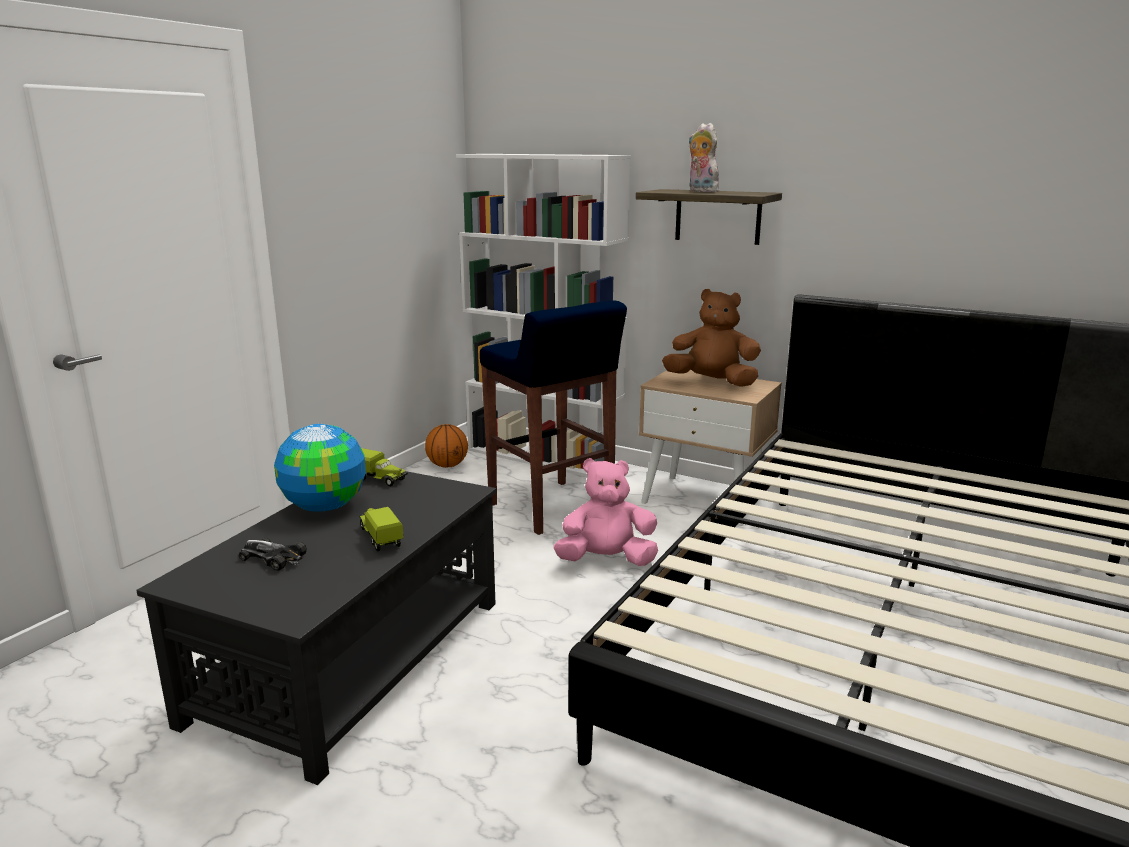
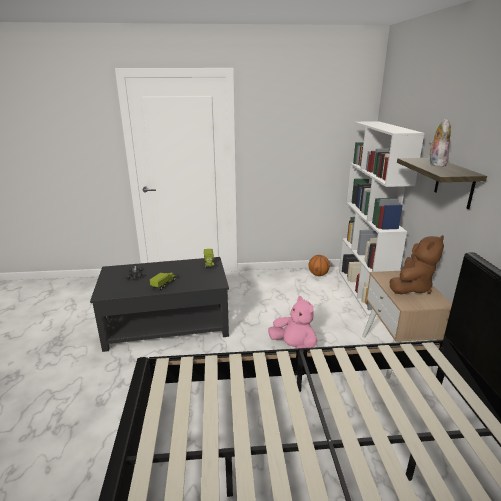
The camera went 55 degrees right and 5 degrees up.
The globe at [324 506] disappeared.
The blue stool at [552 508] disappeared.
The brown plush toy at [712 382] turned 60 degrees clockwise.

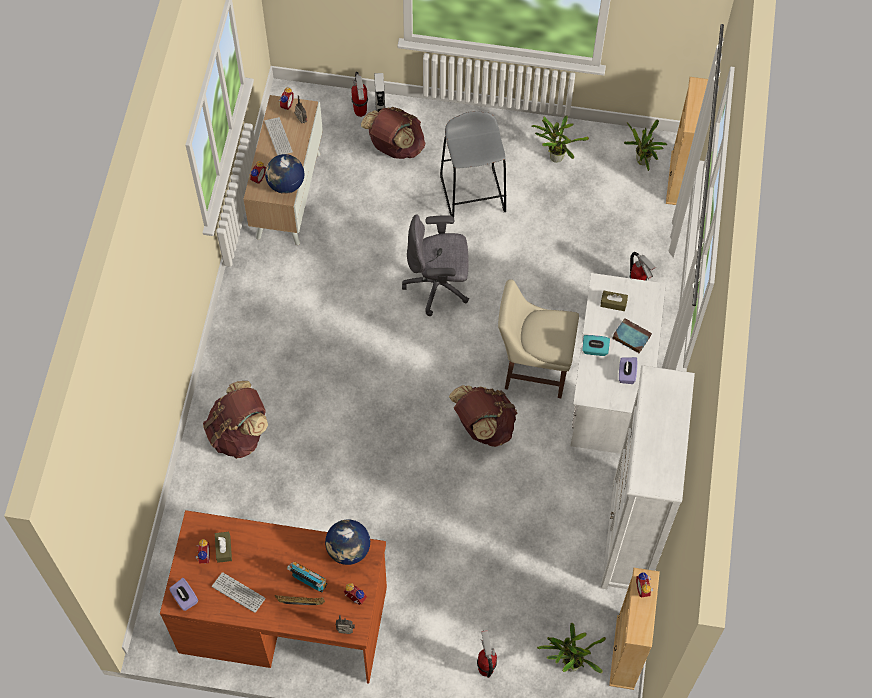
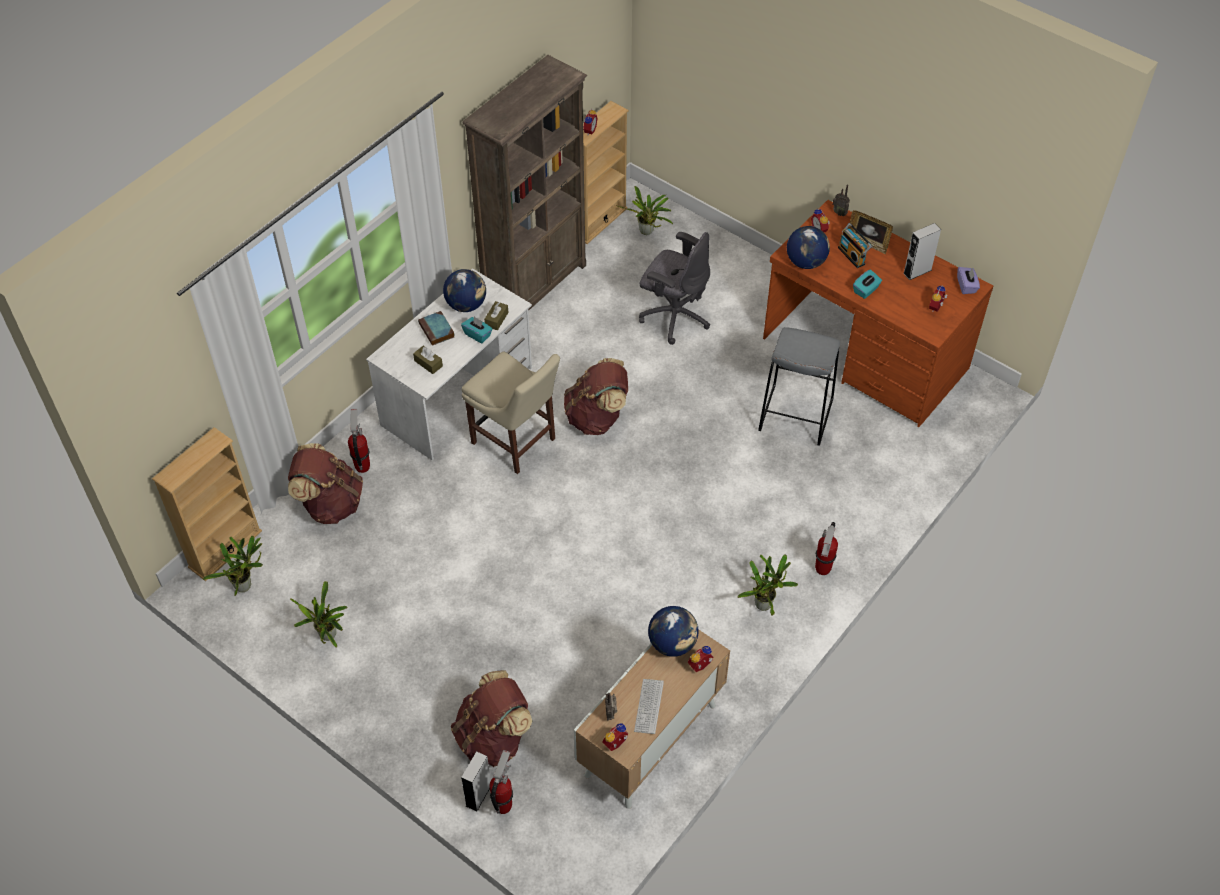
The camera went 150 degrees left and 10 degrees down.
The potted plant at [765 603] appeared.
The turquoise tissue box at [866 290] appeared.
The brown backpack moved from [239 434] to [330 503].
The brown tissue box moved from [223 549] to [496 319].
The grey office chair moved from [438 286] to [674 316].
The grey stool moved from [473 193] to [795 415].
The fire extinguisher moved from [485 669] to [822 569].
The keyboard at [238 592] was replaced by the grey speaker at [917 271].
The purple tissue box at [626 374] was replaced by the globe at [466 305].
The white bookcase at [629 538] became the brown bookcase at [536 286].

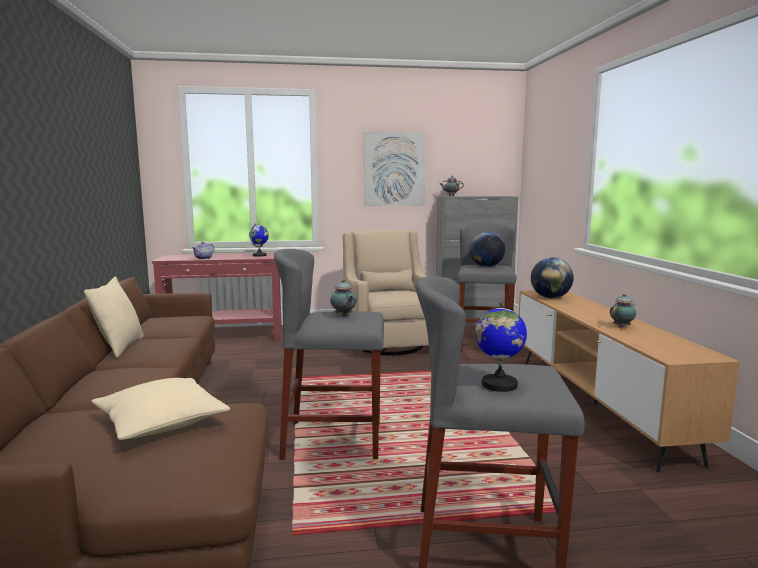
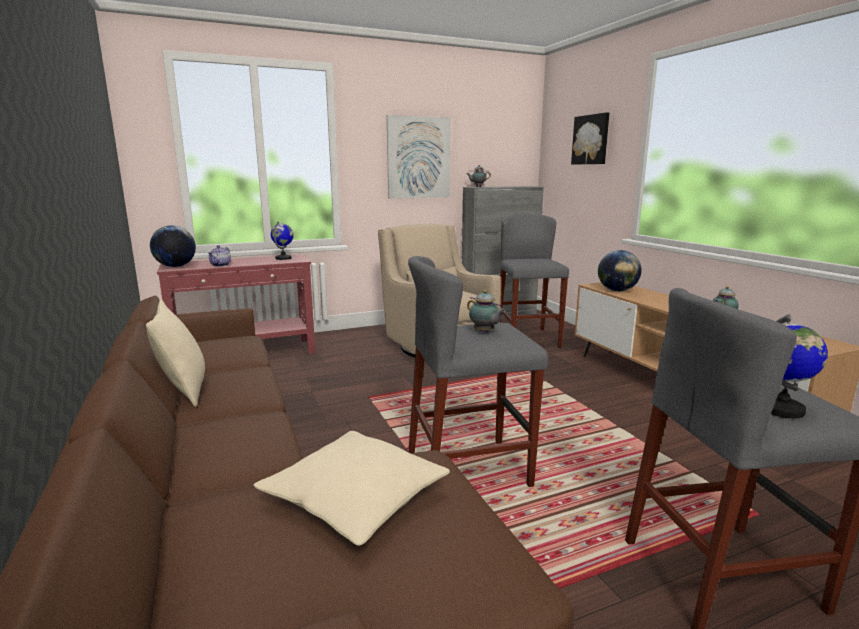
The camera went 15 degrees left and 5 degrees up.
The picture at [591 139] appeared.
The globe moved from [486 266] to [175 266].

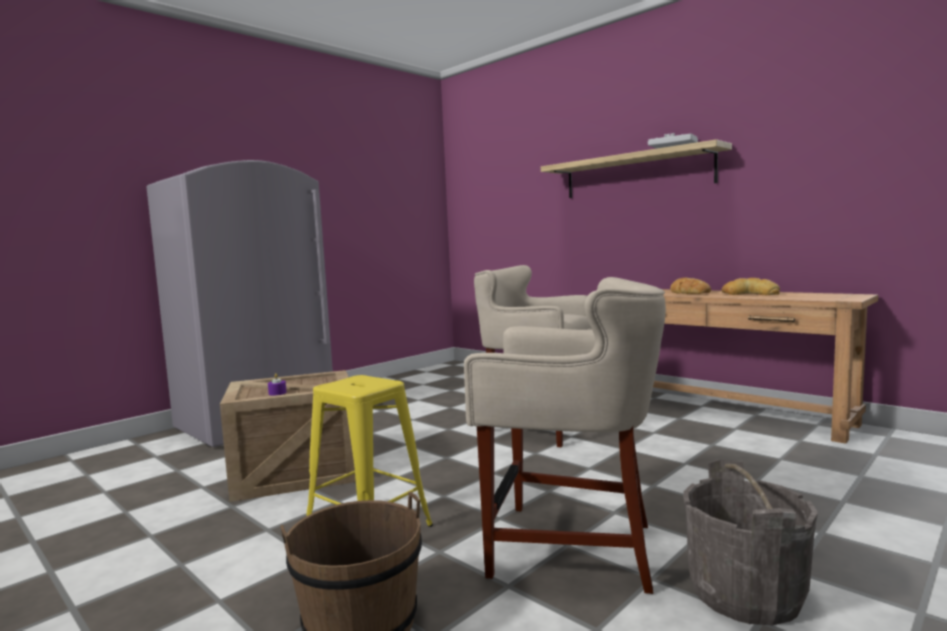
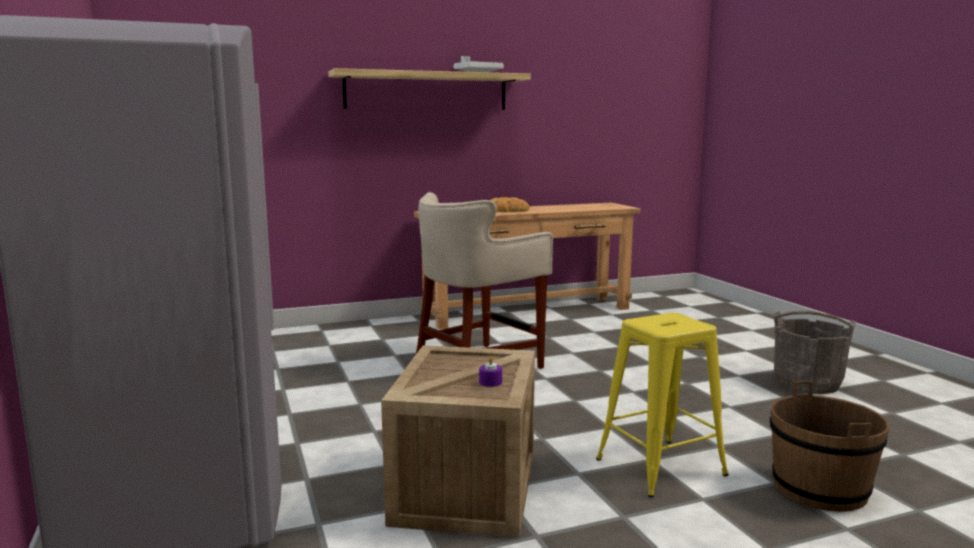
The camera went 65 degrees left and 5 degrees up.
The beige stool at [570 547] disappeared.
The bread at [750 294] disappeared.

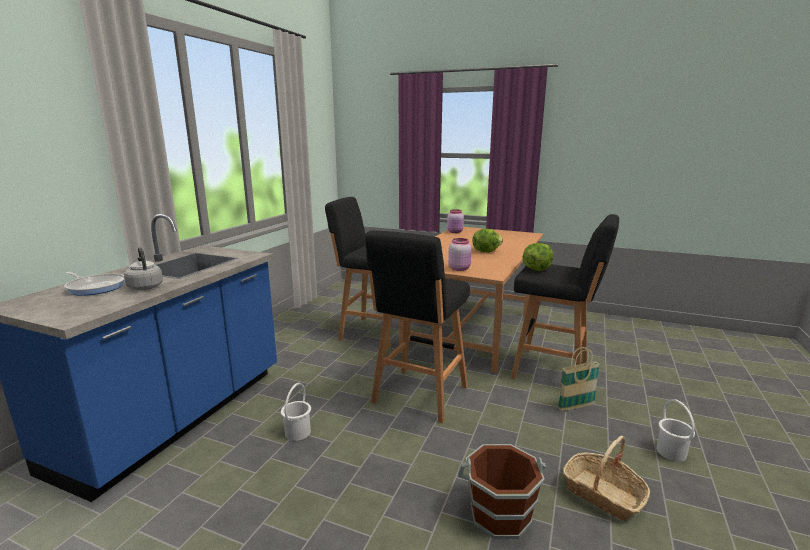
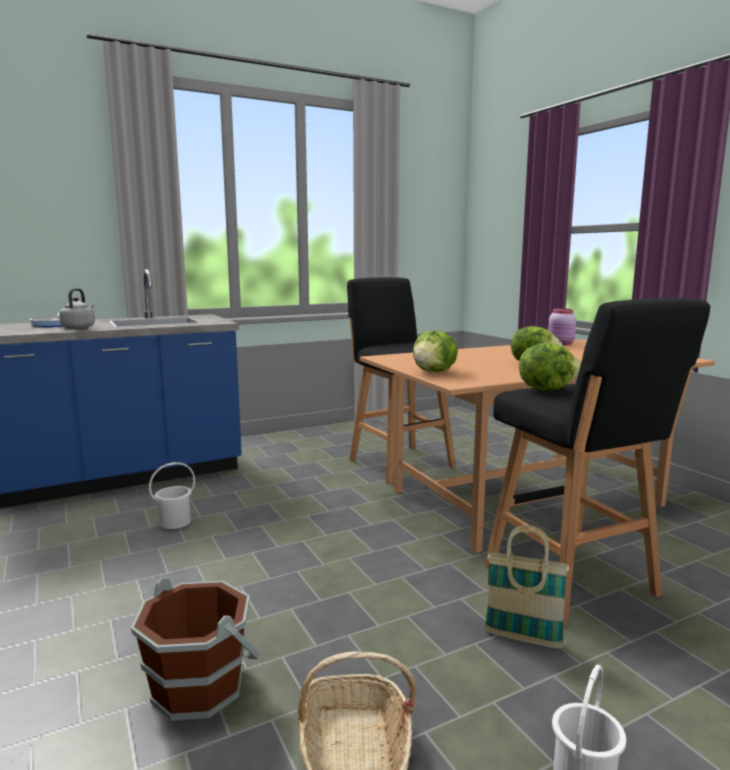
The camera went 40 degrees right and 5 degrees down.
The black stool at [419 396] disappeared.
The pink jar at [459 268] was replaced by the lettuce at [434 371].

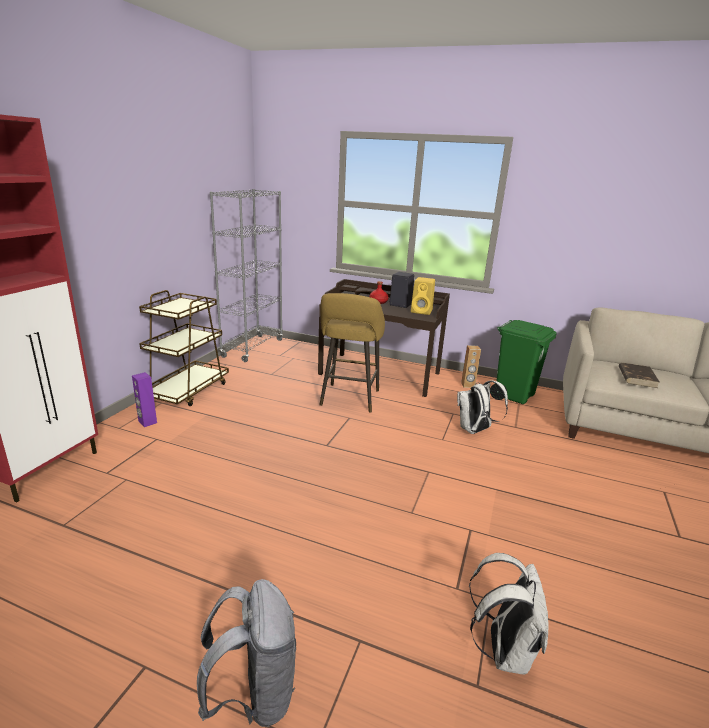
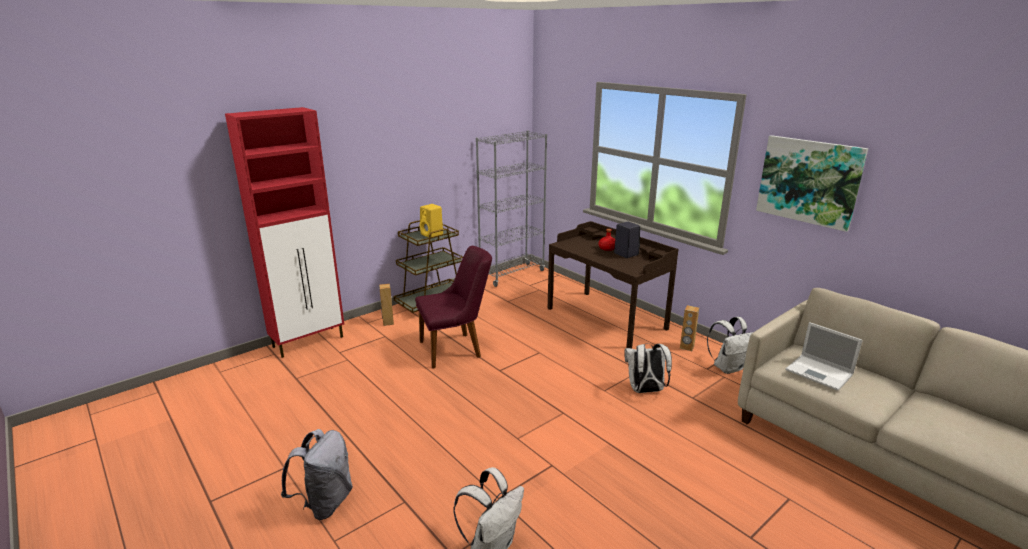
The camera went 30 degrees right and 0 degrees up.
The yellow stool at [349 399] disappeared.
The purple chair at [456 348] appeared.
The picture at [809 181] appeared.
The yellow speaker moved from [422 311] to [432 235].
The green trash can at [513 395] was replaced by the white backpack at [728 367].
The brown book at [637 377] was replaced by the laptop at [820 373].
The purple speaker at [147 422] became the brown speaker at [388 322].

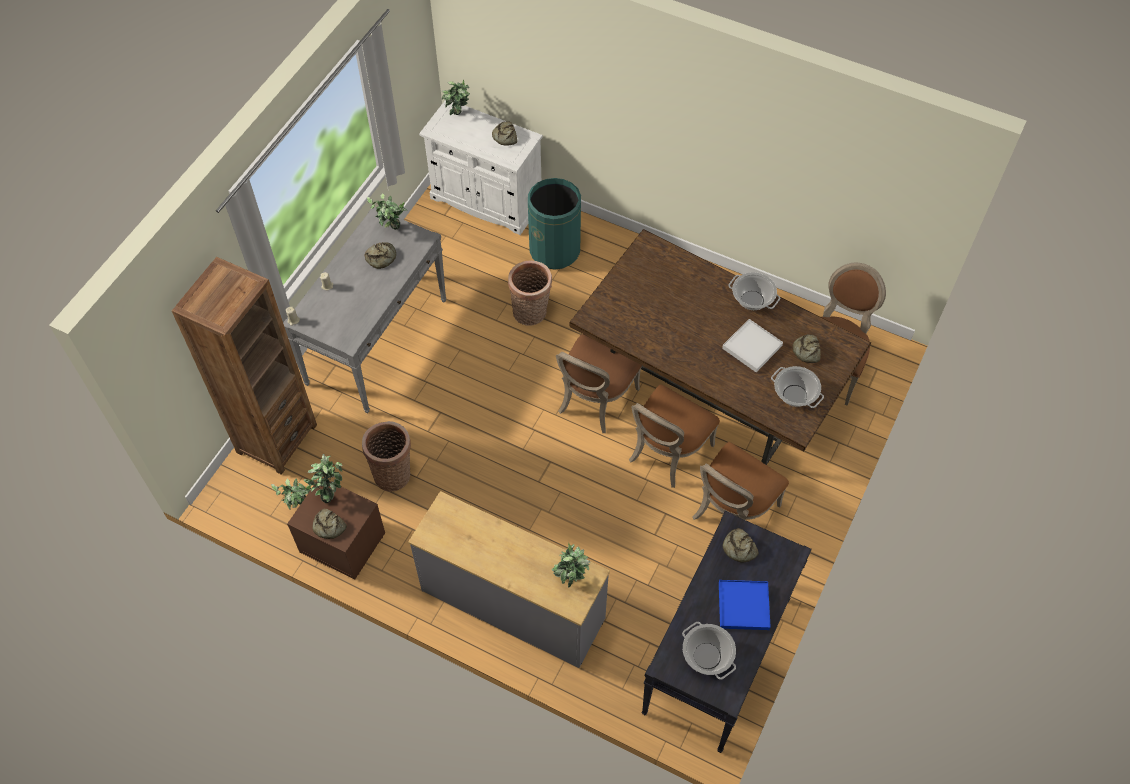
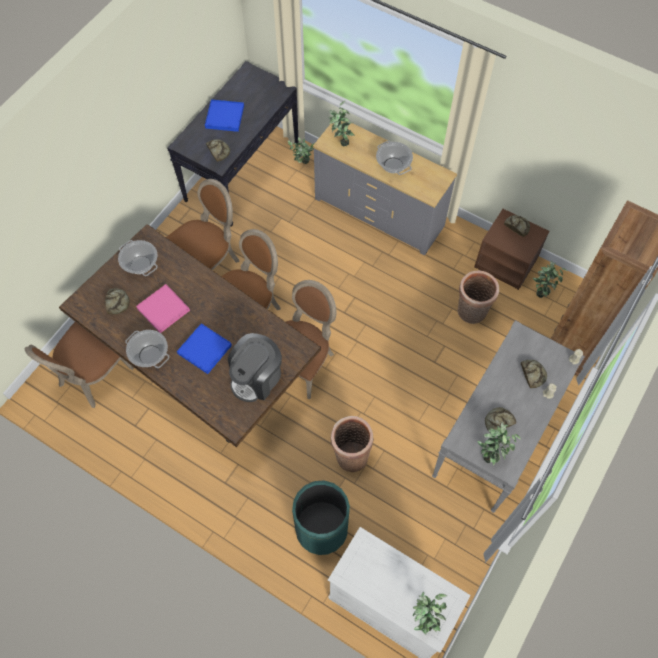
The camera went 175 degrees left and 5 degrees up.
The blue tray at [205 349] appeared.
The coffee machine at [256 378] appeared.
The potted plant moved from [330 493] to [302 165].
The bread moved from [505 136] to [532 374].
The cooking pot moved from [707 656] to [393 165].
The white tray at [752 347] became the pink tray at [163 310].

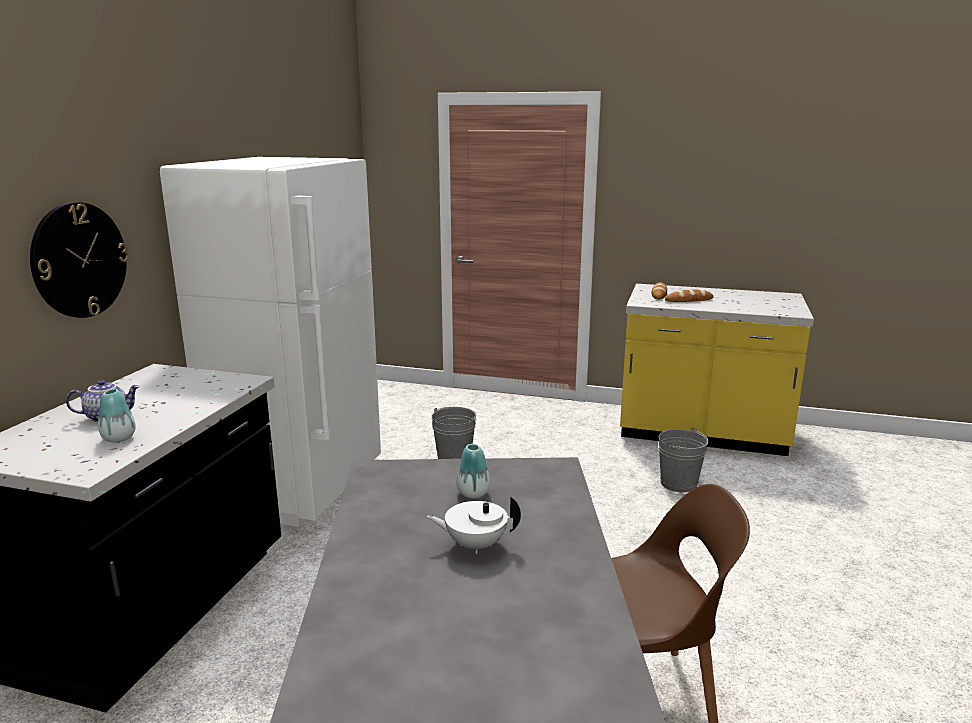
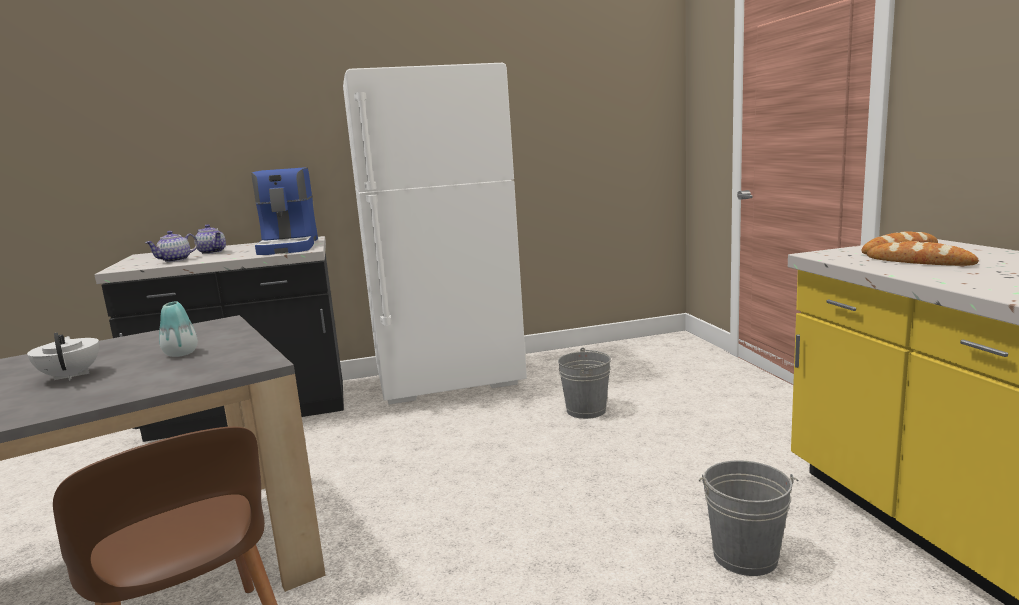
The camera went 60 degrees right and 5 degrees down.
The wall clock at [79 260] disappeared.
The coffee machine at [290 247] appeared.
The vase at [119 438] was replaced by the teapot at [175 260].

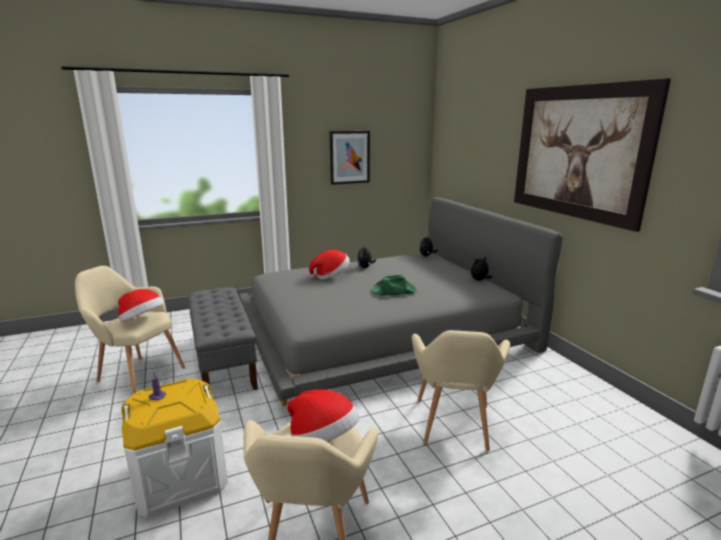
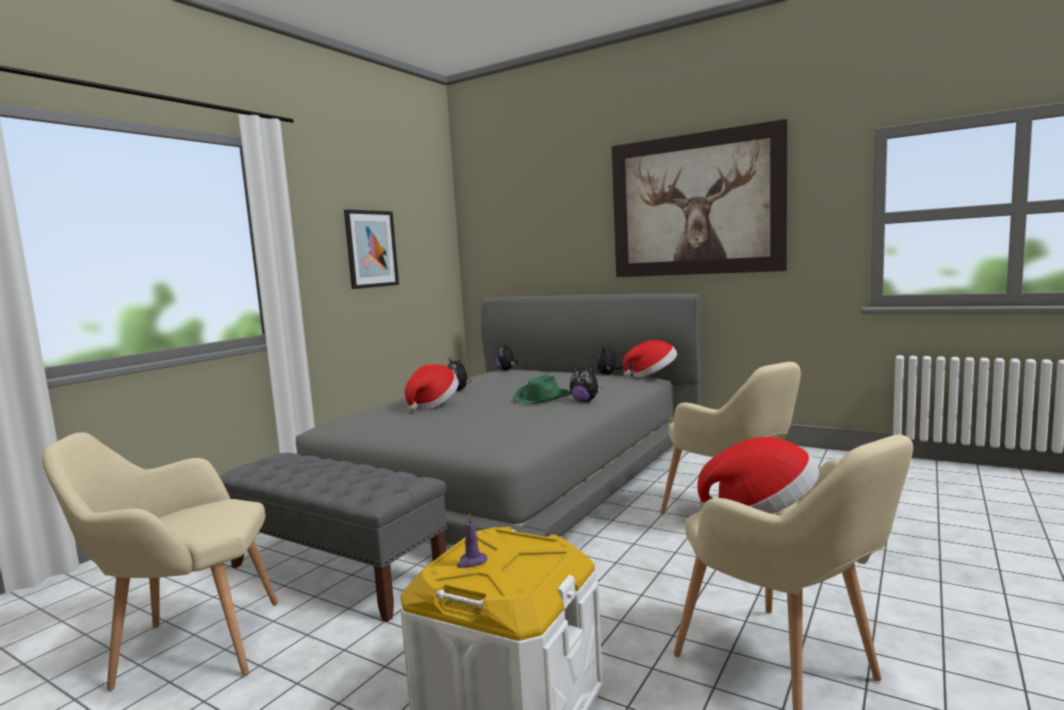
The camera went 35 degrees left and 10 degrees down.
The plush toy at [585 401] appeared.
The hat moved from [142 321] to [652 375].

